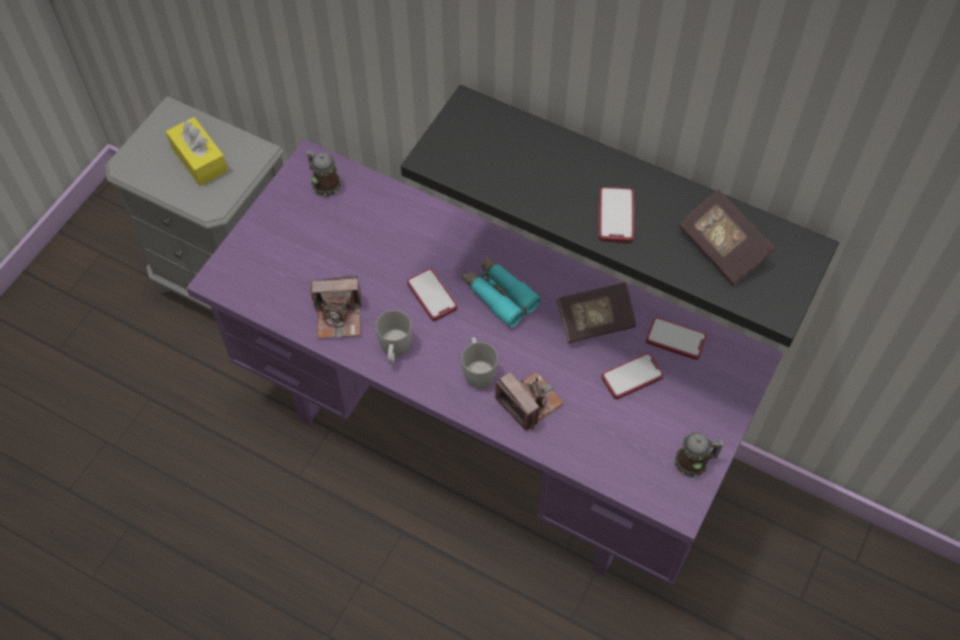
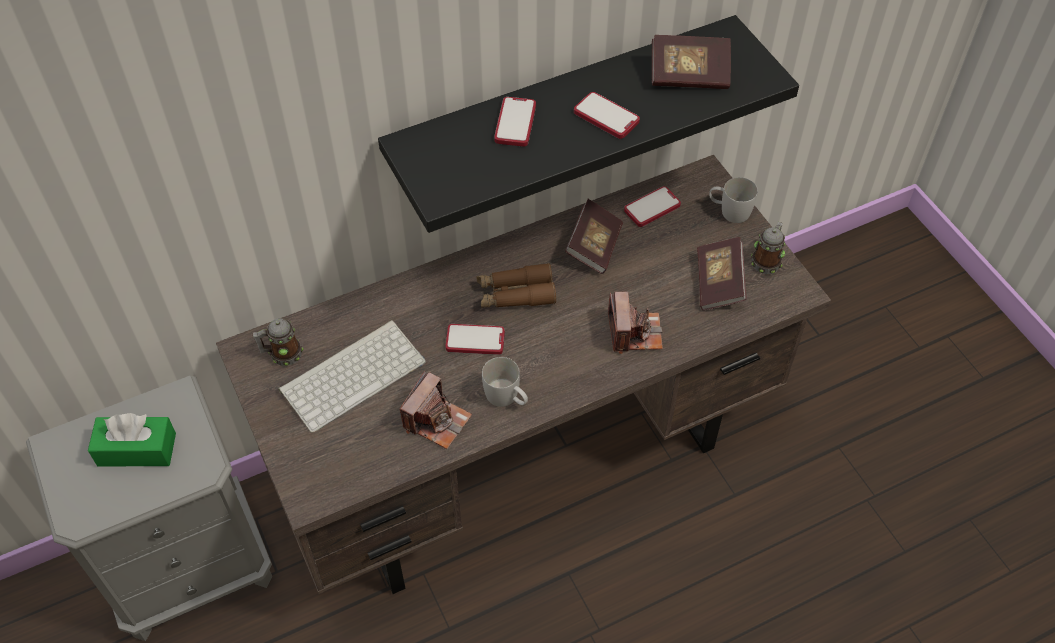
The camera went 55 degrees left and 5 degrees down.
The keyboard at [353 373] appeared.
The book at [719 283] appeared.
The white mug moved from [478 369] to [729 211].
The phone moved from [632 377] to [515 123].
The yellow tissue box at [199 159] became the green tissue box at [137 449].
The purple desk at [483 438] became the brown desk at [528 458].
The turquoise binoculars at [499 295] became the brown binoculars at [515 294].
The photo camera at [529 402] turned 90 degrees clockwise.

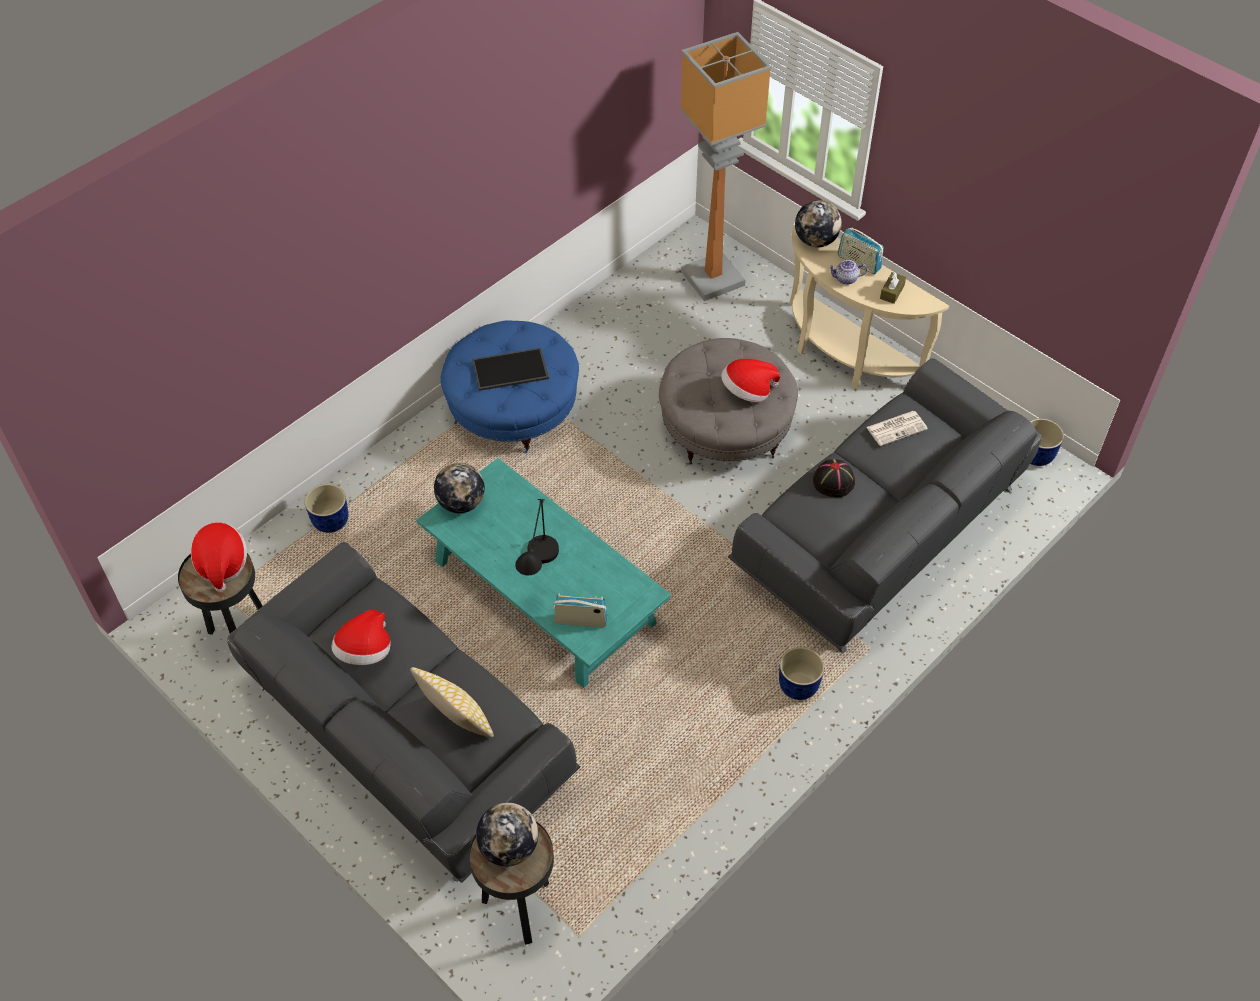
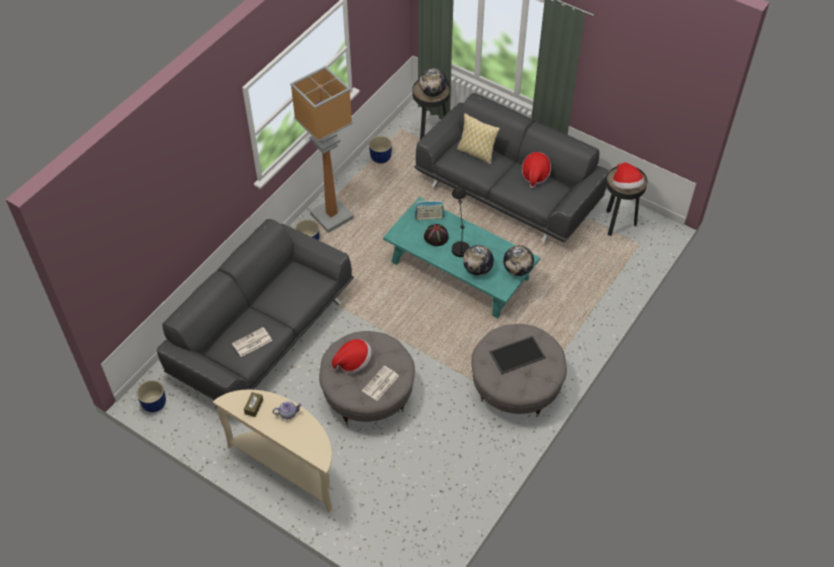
The camera went 170 degrees right and 0 degrees up.
The radio at [859 262] disappeared.
The newspaper at [380 384] appeared.
The blue planter moved from [330 520] to [381 157].
The floor lamp moved from [712 279] to [332 215].
The globe moved from [815 241] to [477 269].
The black hat moved from [834 481] to [436 237].
The blue ottoman at [513 409] became the grey ottoman at [516 385].

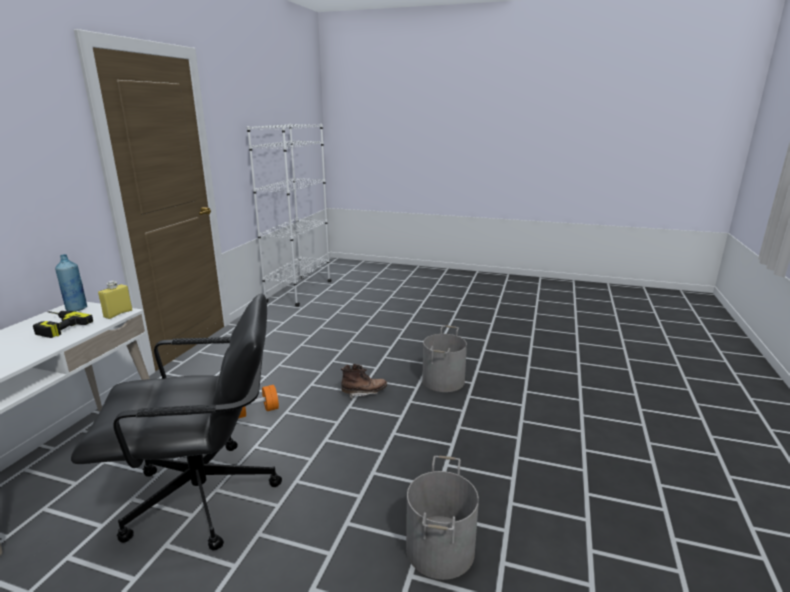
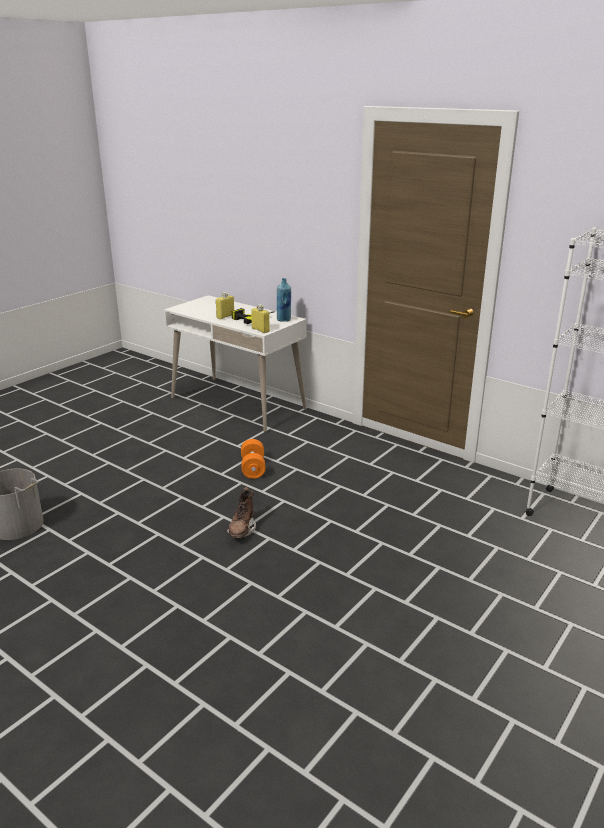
The camera went 110 degrees right and 5 degrees up.
The black office chair at [204 497] disappeared.
The grey bucket at [444 381] disappeared.
The yellow bottle at [225 316] appeared.

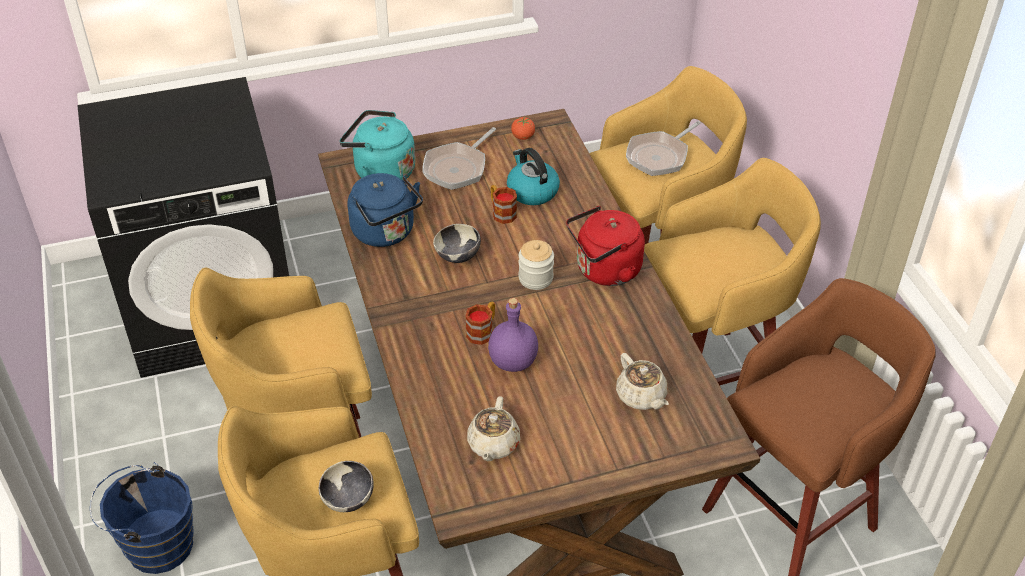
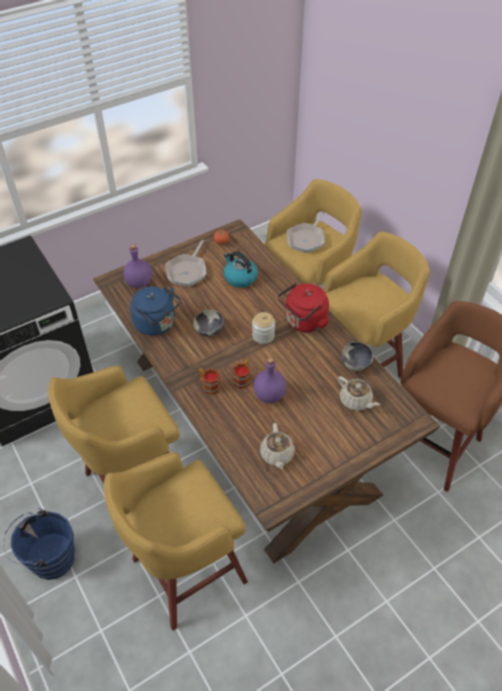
The camera went 15 degrees left and 5 degrees up.
The bowl moved from [348 500] to [355 364].
The mug moved from [501 212] to [208 385].
The turquoise kettle at [381 171] was replaced by the purple bottle at [139 283].

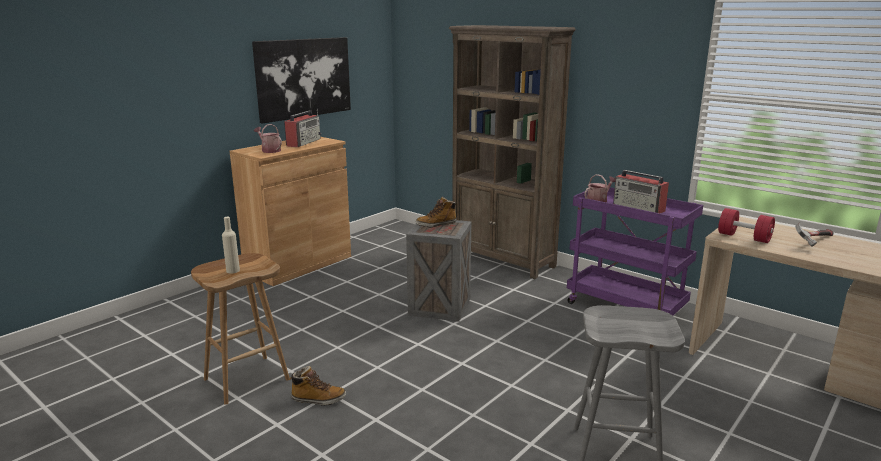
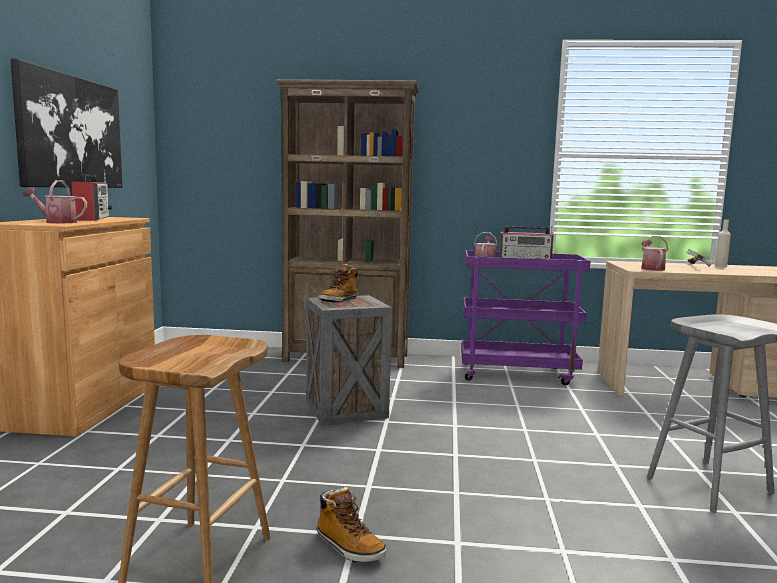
The camera went 35 degrees left and 10 degrees down.
The beige bottle moved from [233 270] to [720 266].
The red dumbbell at [744 237] was replaced by the watering can at [651 268].
The boot at [318 399] turned 75 degrees clockwise.

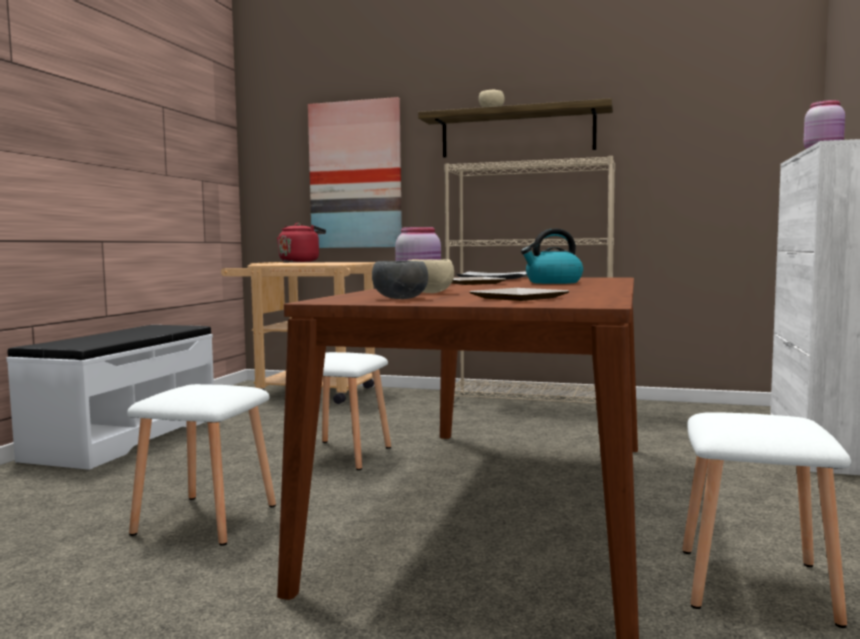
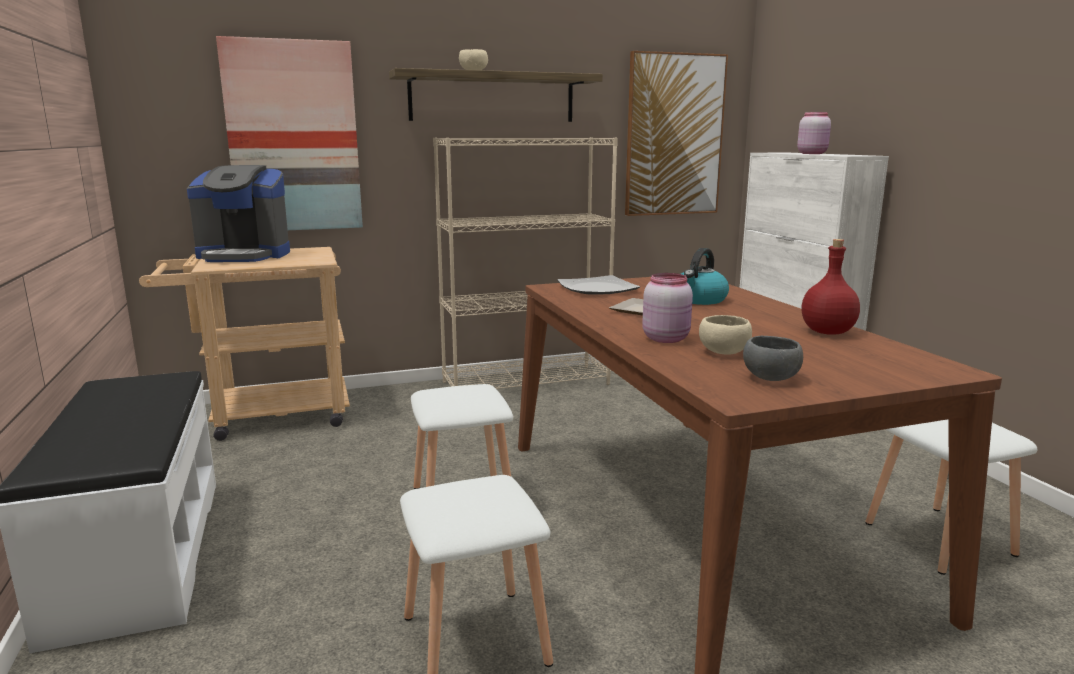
The camera went 35 degrees left and 10 degrees up.
The plate at [519 298] disappeared.
The picture at [674 135] appeared.
The red bottle at [827 332] appeared.
The red kettle at [300 262] was replaced by the coffee machine at [244 255].

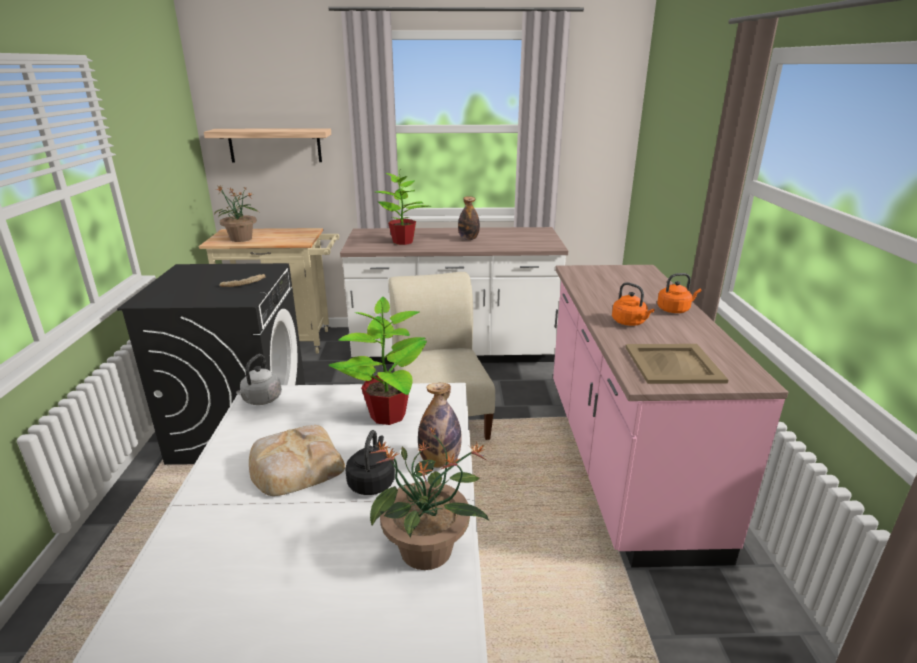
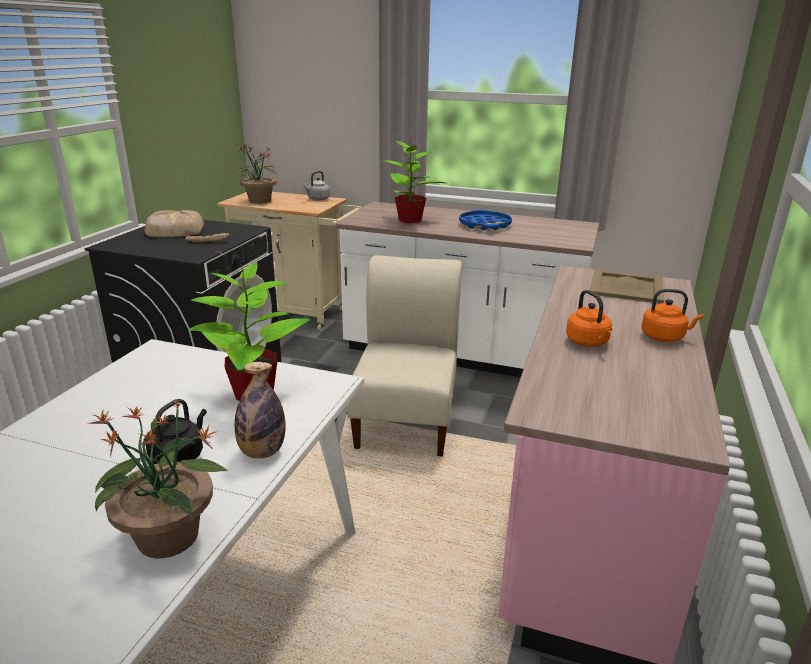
The camera went 20 degrees right and 0 degrees up.
The shelf at [275 145] disappeared.
The grey kettle moved from [261 400] to [318 199].
The bread moved from [295 466] to [174 230].
The beige tray moved from [673 364] to [627 286].
The bottle at [468 239] was replaced by the blue tray at [485 225].

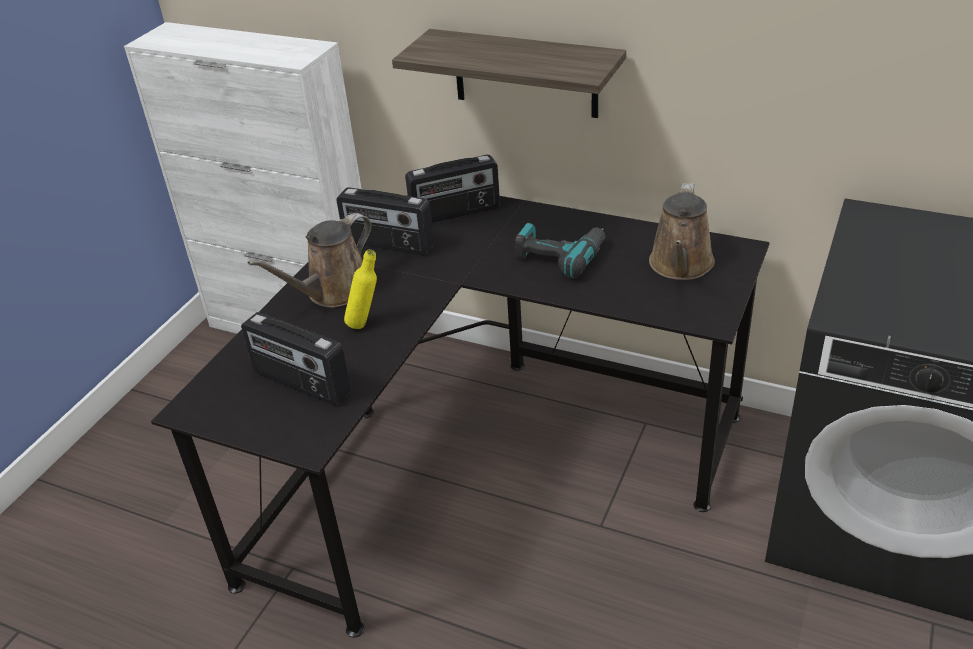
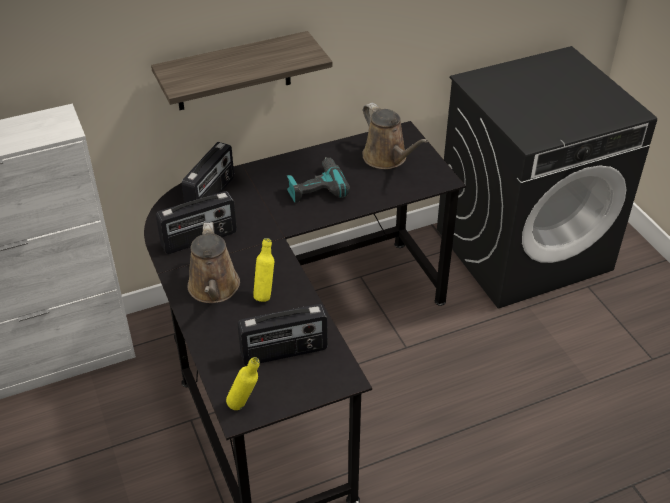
The camera went 50 degrees left and 5 degrees up.
The yellow bottle at [245 405] appeared.

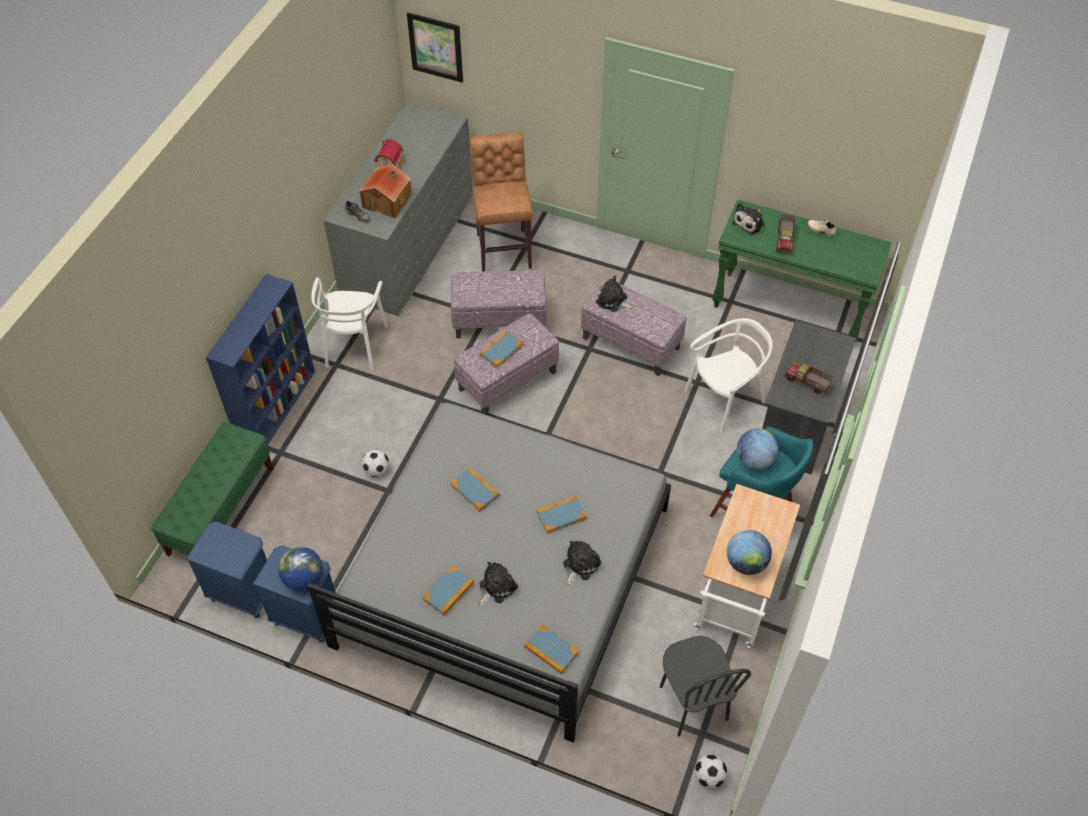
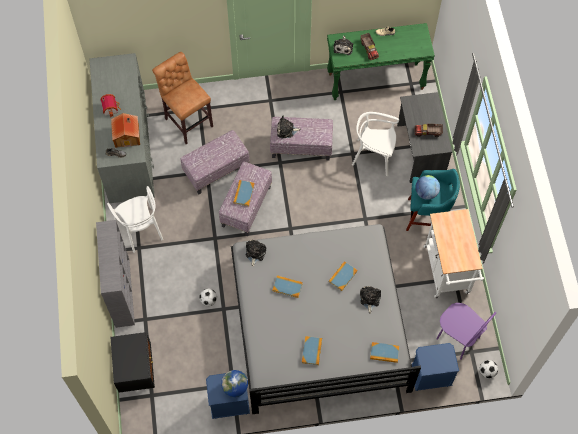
The camera went 30 degrees left and 10 degrees up.
The picture at [435 47] disappeared.
The globe at [746 563] disappeared.
The blue nightstand moved from [243 593] to [429 377].
The plush toy moved from [496 587] to [255 253].
The green bench at [221 511] was replaced by the black nightstand at [136 371].
The blue bookcase at [277 406] became the grey bookcase at [122 292].
The black chair at [692 703] became the purple chair at [457 338].
The white chair at [725 399] turned 105 degrees counterclockwise.

